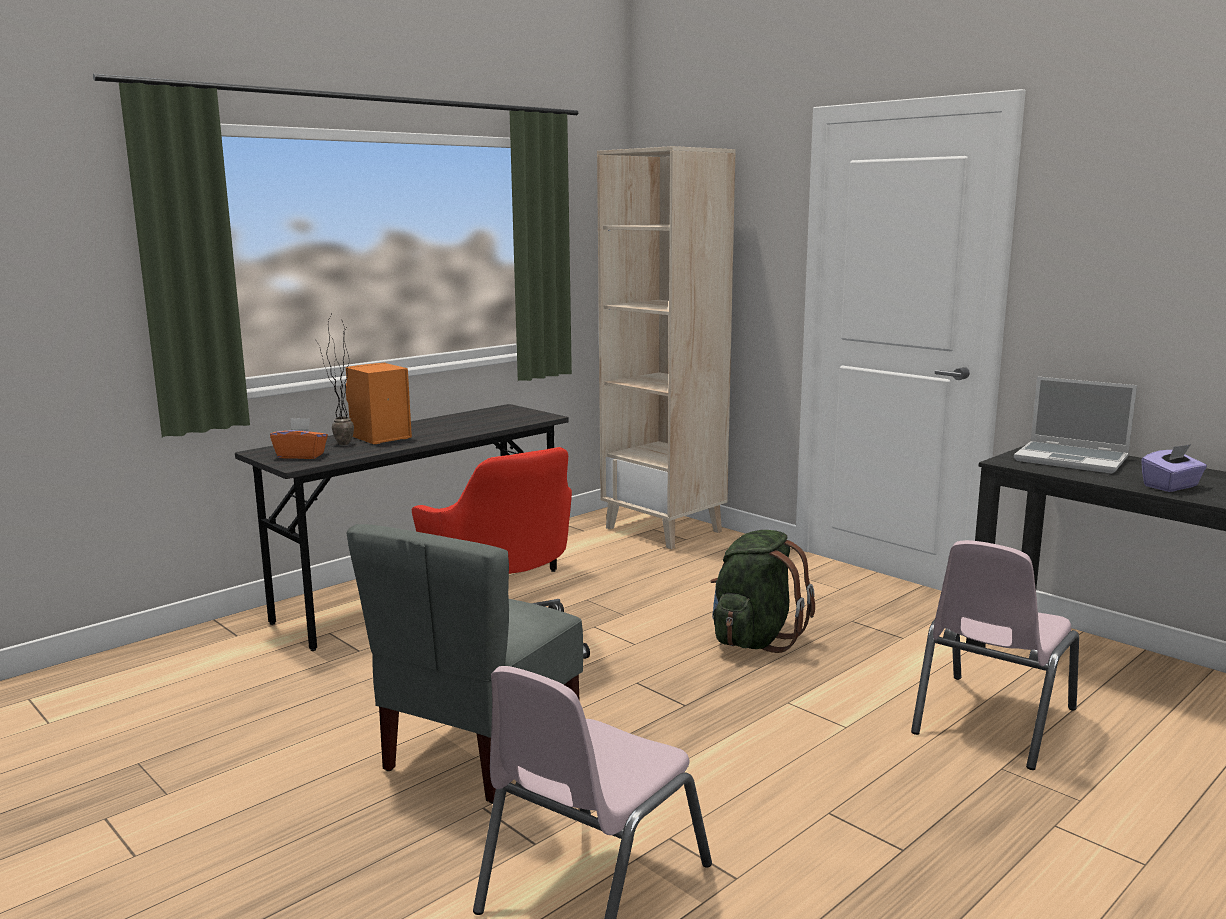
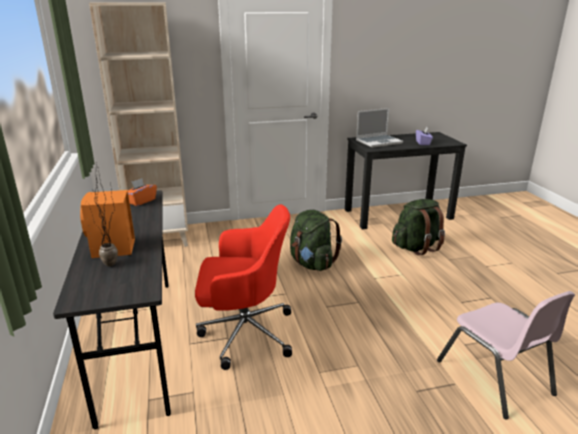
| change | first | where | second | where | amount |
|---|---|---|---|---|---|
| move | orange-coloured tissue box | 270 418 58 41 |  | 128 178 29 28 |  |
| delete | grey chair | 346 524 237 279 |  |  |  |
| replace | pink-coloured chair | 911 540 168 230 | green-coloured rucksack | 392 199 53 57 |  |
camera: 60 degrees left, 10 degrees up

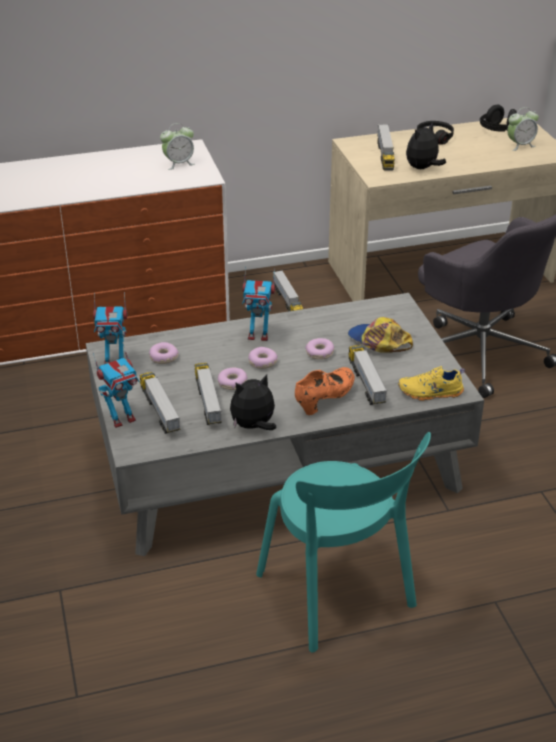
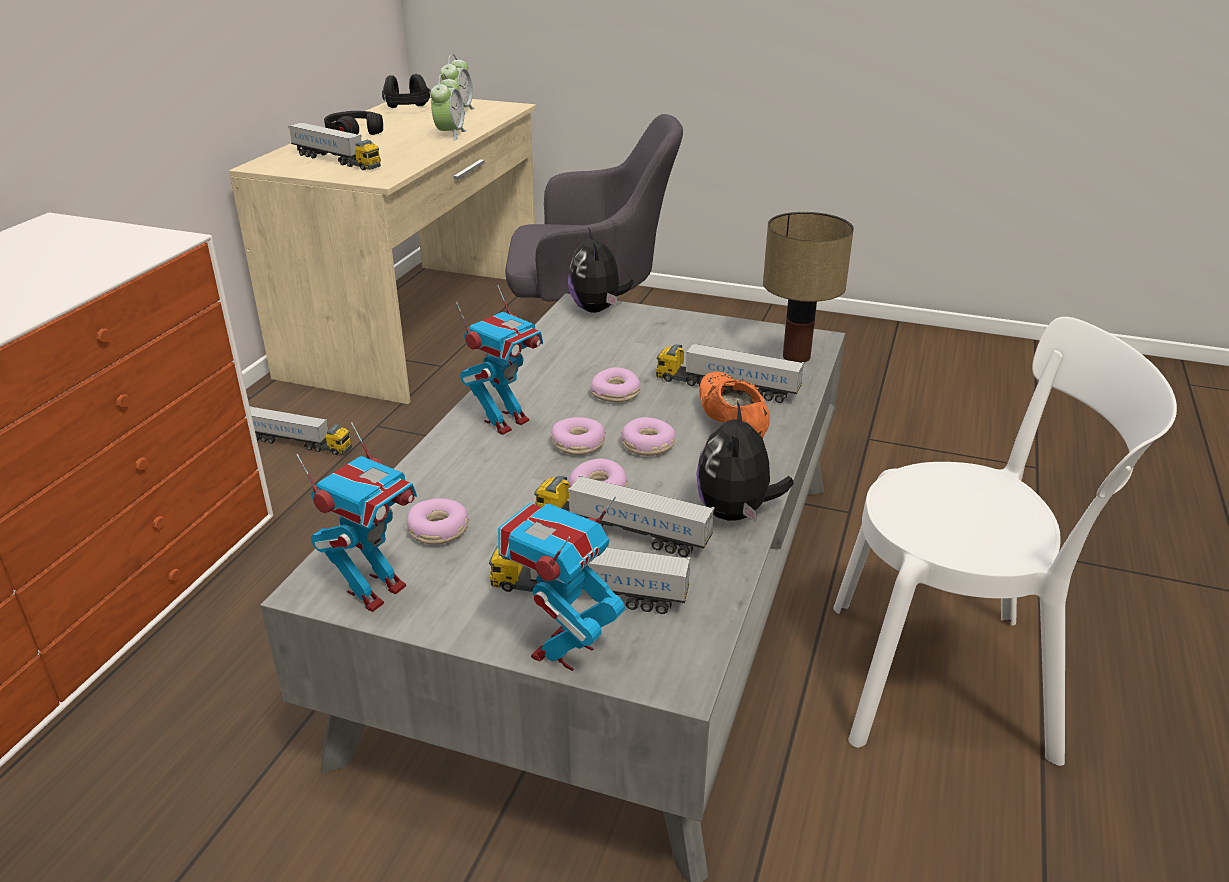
| change | first | where | second | where | amount |
|---|---|---|---|---|---|
| move | cuddly toy | 406 122 40 47 |  | 568 227 65 86 |  |
| move | table clock | 160 123 35 47 |  | 431 73 36 68 |  |
| delete | peaked cap | 348 317 65 36 |  |  |  |
| rotate | robot figure | 93 342 47 86 |  | 498 496 127 175 | 150 degrees counterclockwise |
| replace | yellow shoe | 398 366 67 35 | table lamp | 763 212 91 151 |  |
| recolor | turquoise-coloured chair | 256 432 175 221 | whitish chair | 833 317 344 449 |  |
| insert |  |  | ring doughnut | 622 417 54 39 |  |
camera: 55 degrees left, 5 degrees down

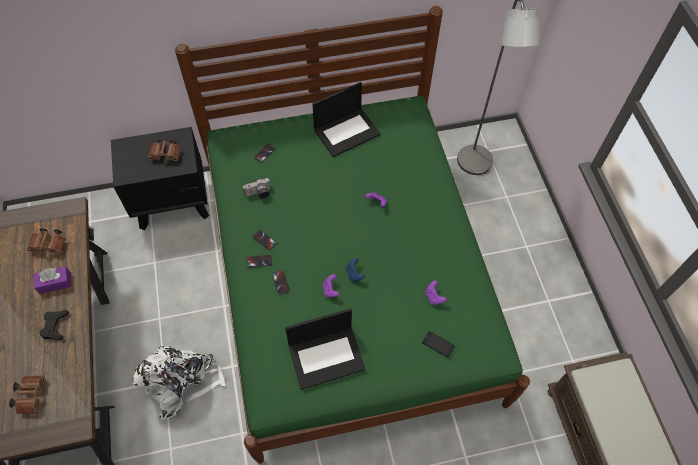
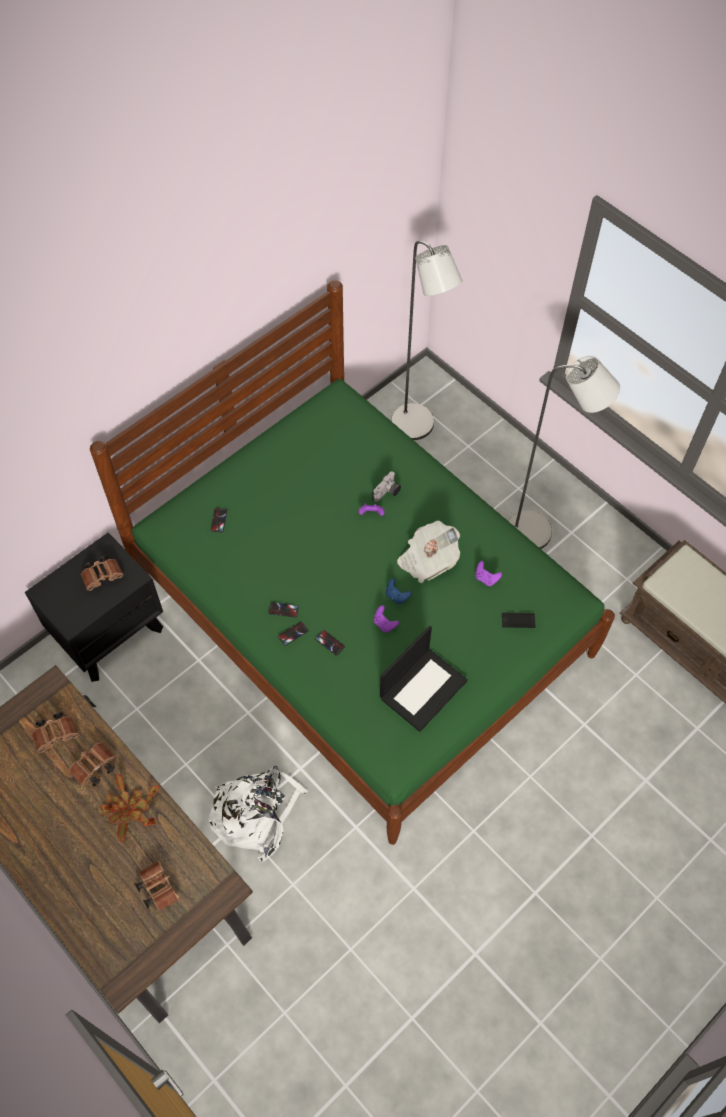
| change | first | where | second | where | amount |
|---|---|---|---|---|---|
| delete | portable computer | 312 82 69 75 |  |  |  |
| move | still camera | 243 178 28 21 |  | 372 471 29 31 |  |
| replace | purple-coloured tissue box | 33 266 39 28 | brown-coloured pair of binoculars | 69 742 46 45 |  |
| replace | black-coloured joypad | 39 310 30 31 | plant in a pot | 101 774 59 68 |  |
| insert |  |  | grey standing lamp | 509 356 111 193 |  |
| insert |  |  | daily paper | 397 521 63 62 |  |
camera: 30 degrees left, 0 degrees up

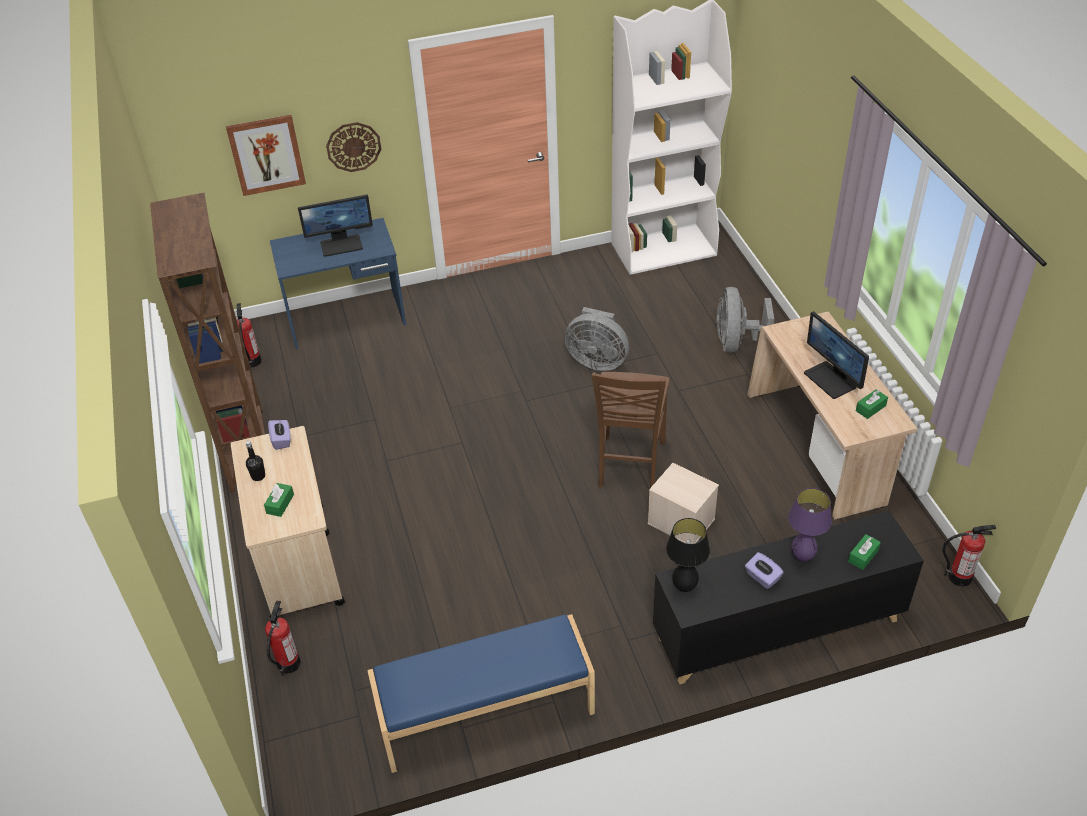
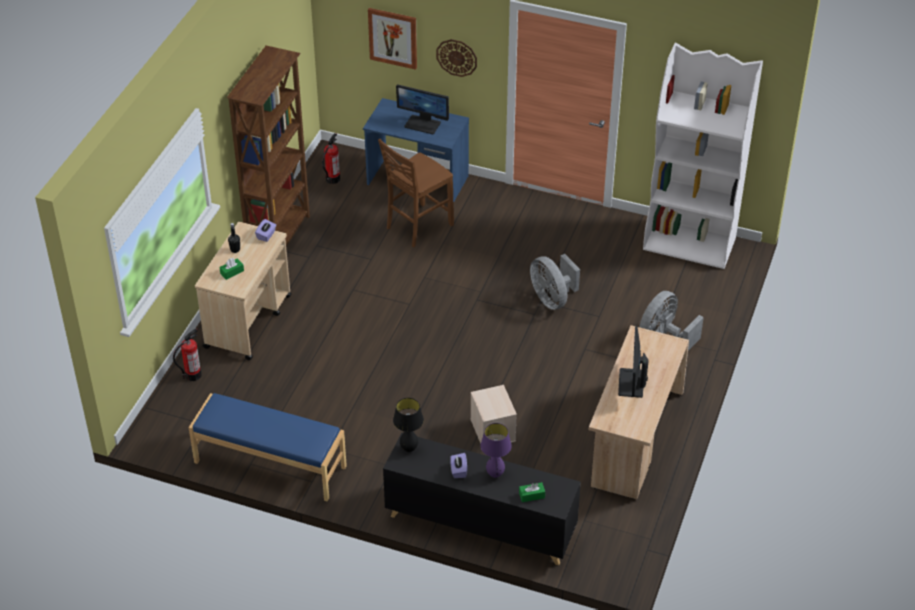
| change | first | where | second | where | amount |
|---|---|---|---|---|---|
| move | brown-coloured chair | 592 372 77 116 |  | 378 139 76 108 |  |
| delete | green-coloured tissue box | 856 389 32 30 |  |  |  |
| delete | extinguisher | 942 525 54 62 |  |  |  |
camera: 35 degrees right, 0 degrees up

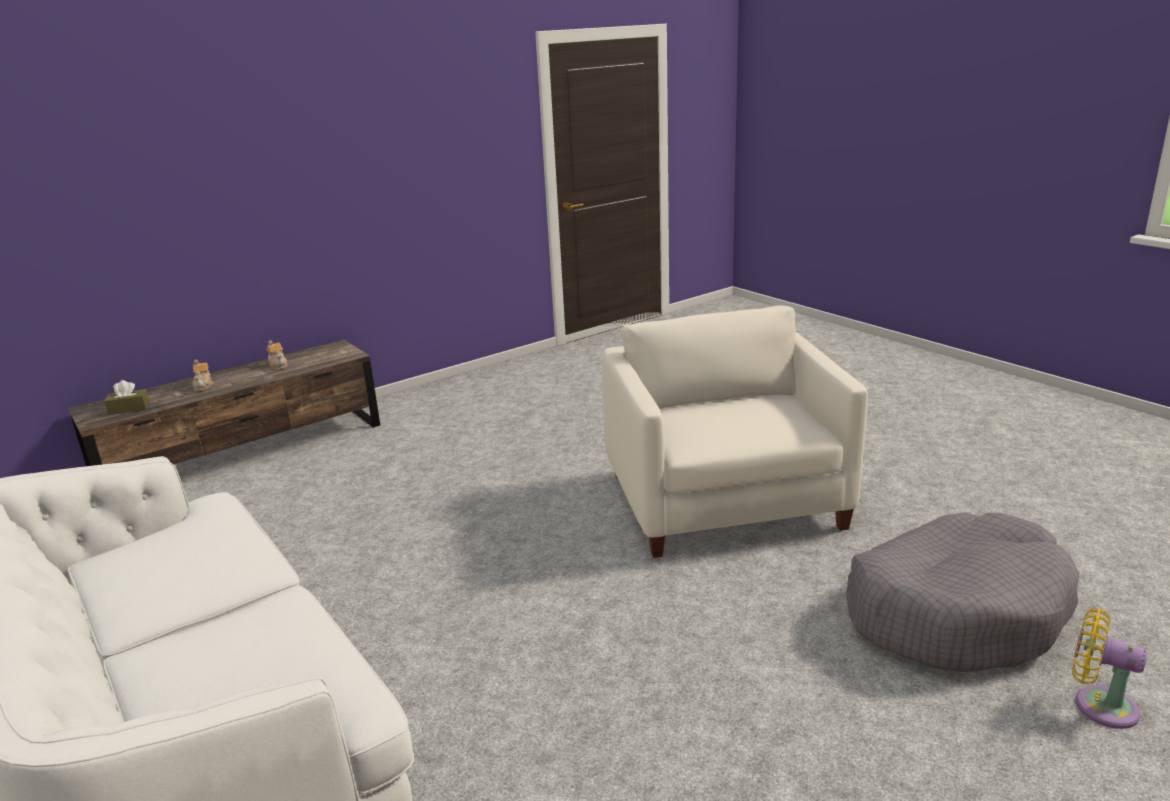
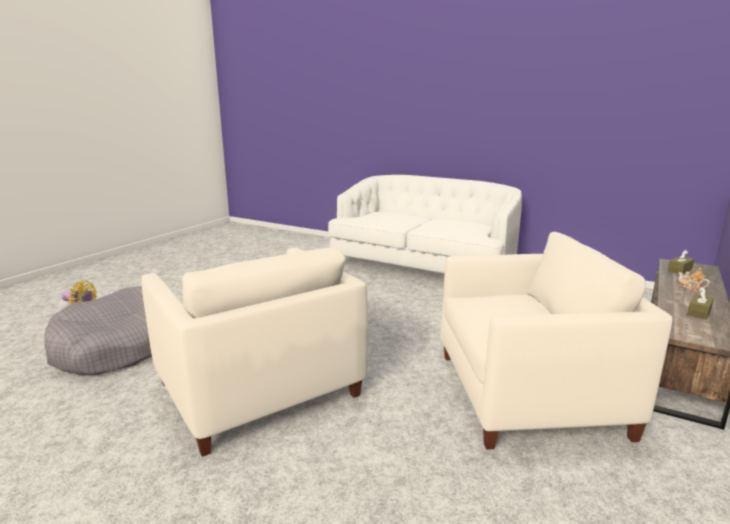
| change | first | where | second | where | amount |
|---|---|---|---|---|---|
| replace | teapot | 266 340 21 30 | brown-coloured tissue box | 687 287 27 33 |  |
| insert |  |  | whitish armchair | 441 232 232 218 |  |
camera: 155 degrees right, 5 degrees down

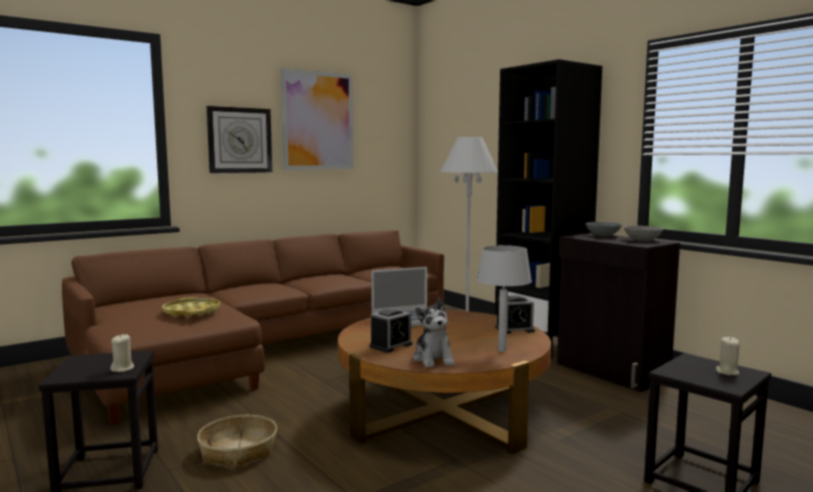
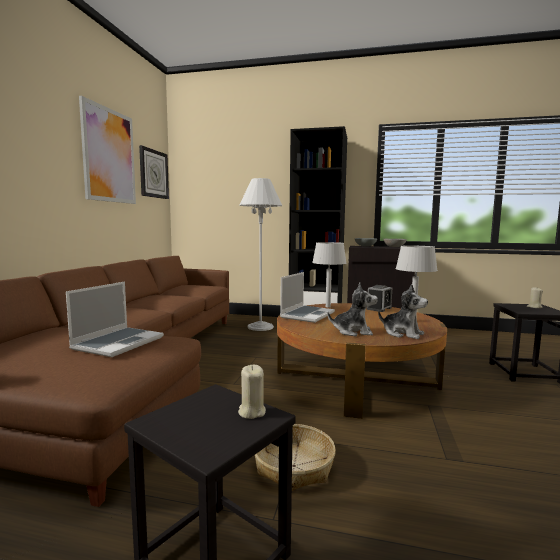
| change | first | where | second | where | amount |
|---|---|---|---|---|---|
| move | hanging clock | 207 106 65 67 |  | 139 145 30 54 |  |
| replace | yellow tray | 162 297 58 20 | portable computer | 66 282 98 75 |  |
| replace | table clock | 370 308 42 45 | cuddly toy | 327 283 51 53 |  |
| insert |  |  | grey table lamp | 312 242 34 65 |  |
camera: 40 degrees left, 0 degrees up

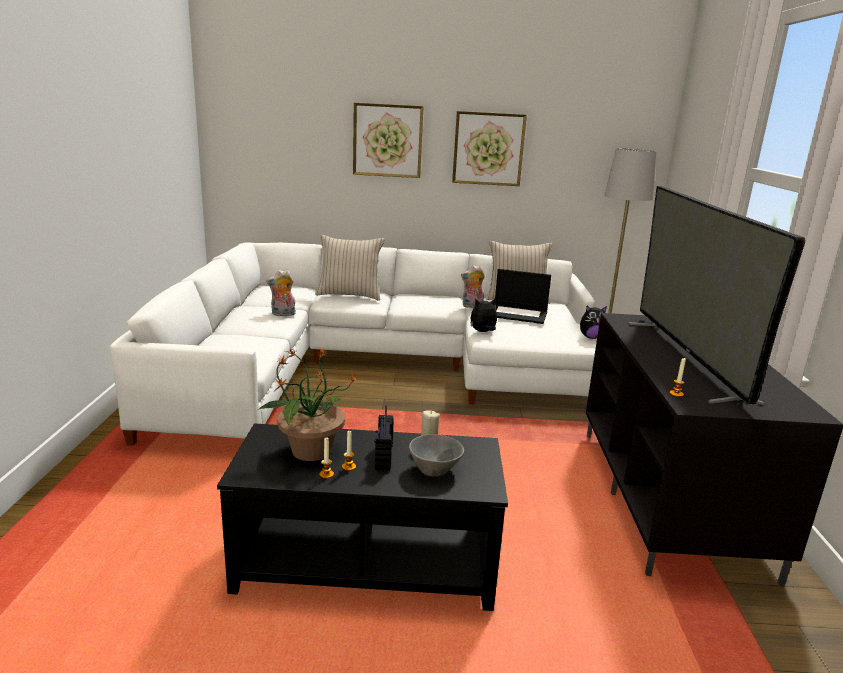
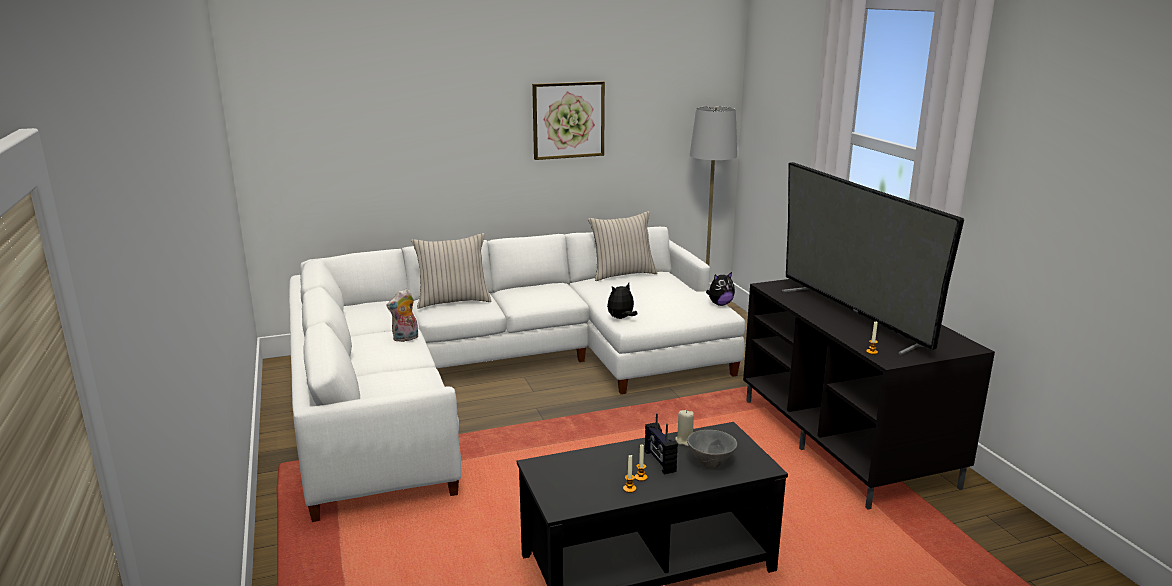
| change | first | where | second | where | amount |
|---|---|---|---|---|---|
| delete | picture | 353 103 71 75 |  |  |  |
| delete | cuddly toy | 461 265 24 43 |  |  |  |
| delete | portable computer | 494 269 57 55 |  |  |  |
| delete | plant in a pot | 258 347 98 114 |  |  |  |
camera: 20 degrees left, 0 degrees up

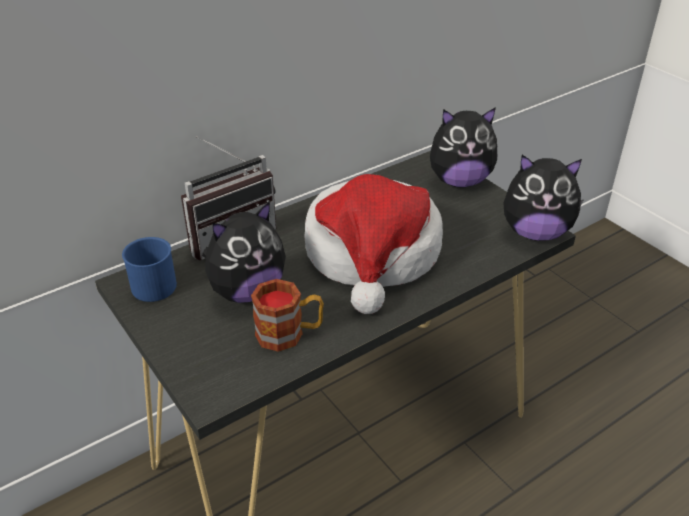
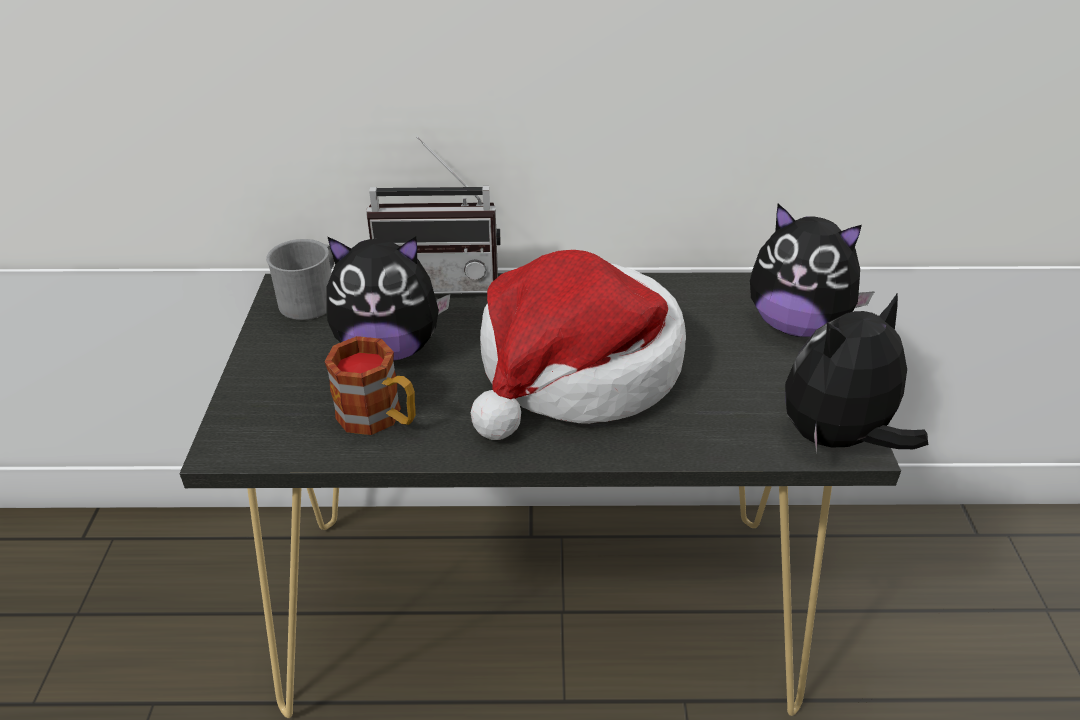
| change | first | where | second | where | amount |
|---|---|---|---|---|---|
| rotate | cuddly toy | 503 155 81 86 |  | 785 293 143 161 | 105 degrees clockwise |
| recolor | bluish coffee mug | 122 237 55 65 | grey coffee mug | 266 239 68 81 |  |
camera: 35 degrees right, 0 degrees up

